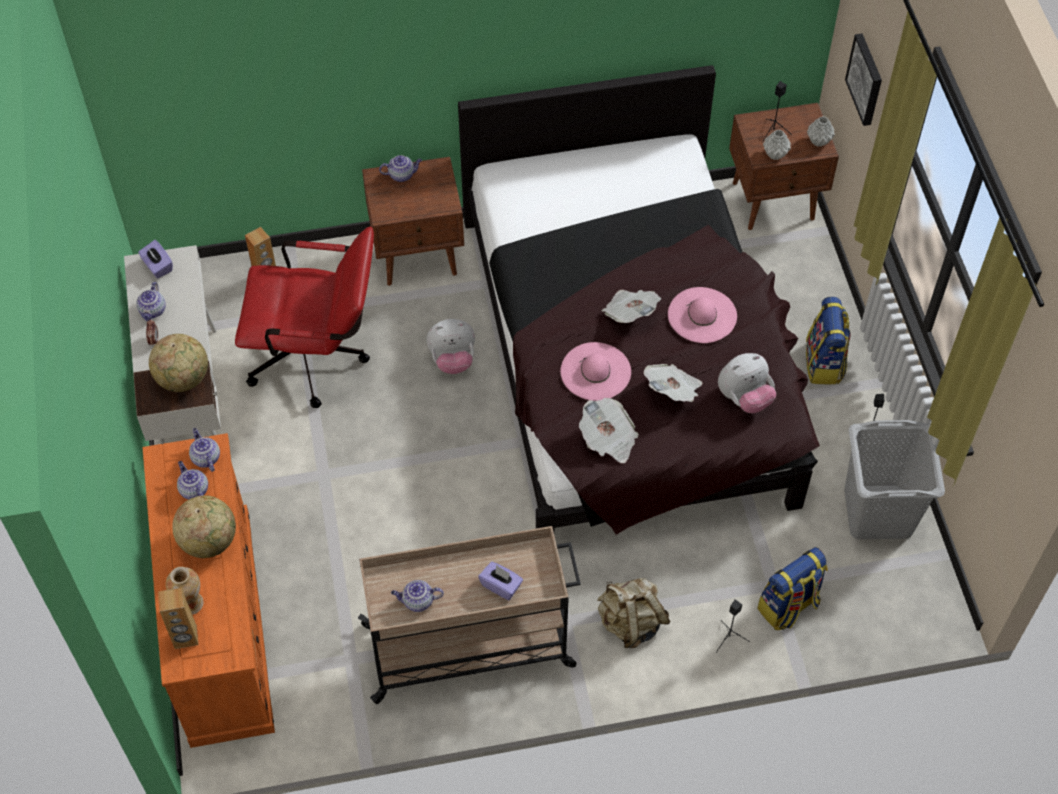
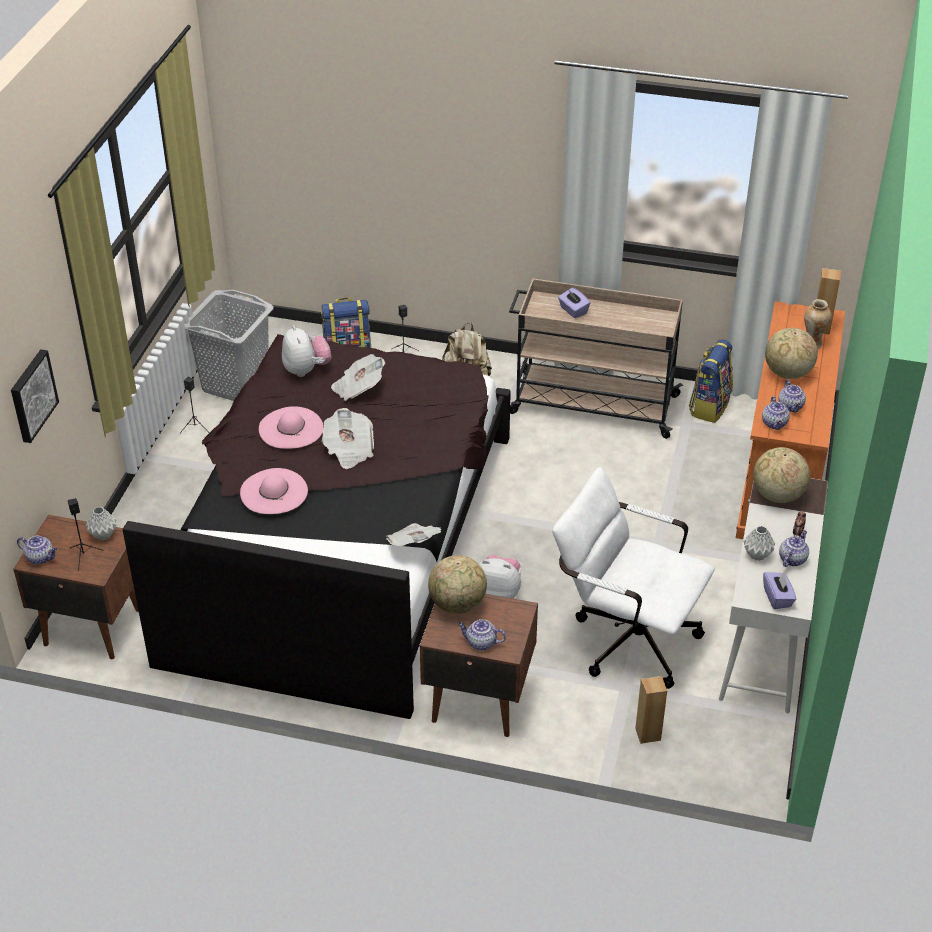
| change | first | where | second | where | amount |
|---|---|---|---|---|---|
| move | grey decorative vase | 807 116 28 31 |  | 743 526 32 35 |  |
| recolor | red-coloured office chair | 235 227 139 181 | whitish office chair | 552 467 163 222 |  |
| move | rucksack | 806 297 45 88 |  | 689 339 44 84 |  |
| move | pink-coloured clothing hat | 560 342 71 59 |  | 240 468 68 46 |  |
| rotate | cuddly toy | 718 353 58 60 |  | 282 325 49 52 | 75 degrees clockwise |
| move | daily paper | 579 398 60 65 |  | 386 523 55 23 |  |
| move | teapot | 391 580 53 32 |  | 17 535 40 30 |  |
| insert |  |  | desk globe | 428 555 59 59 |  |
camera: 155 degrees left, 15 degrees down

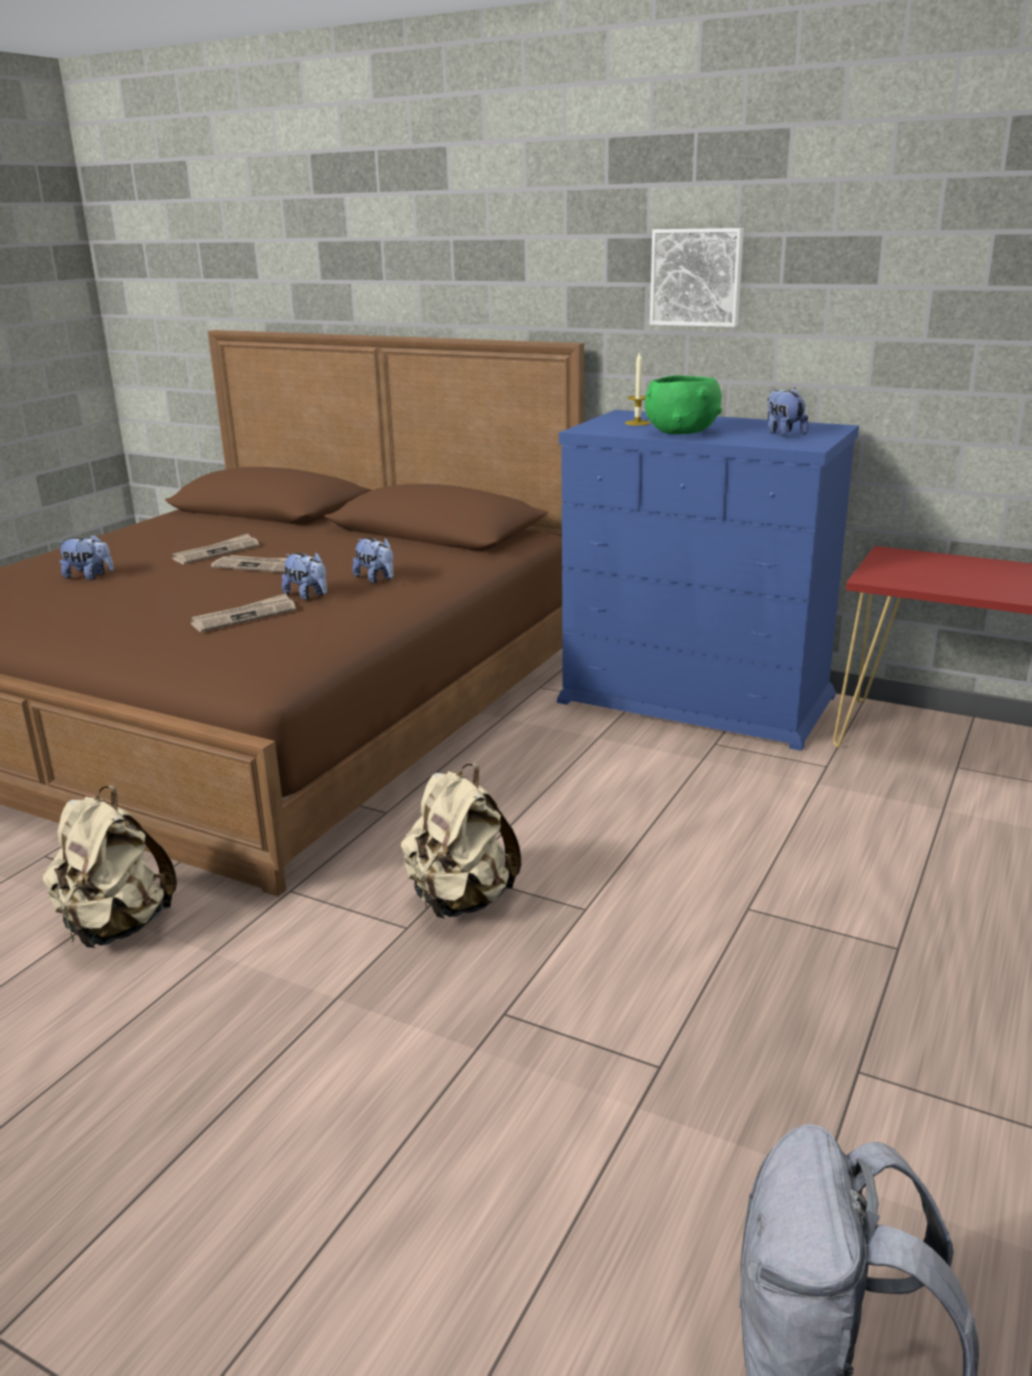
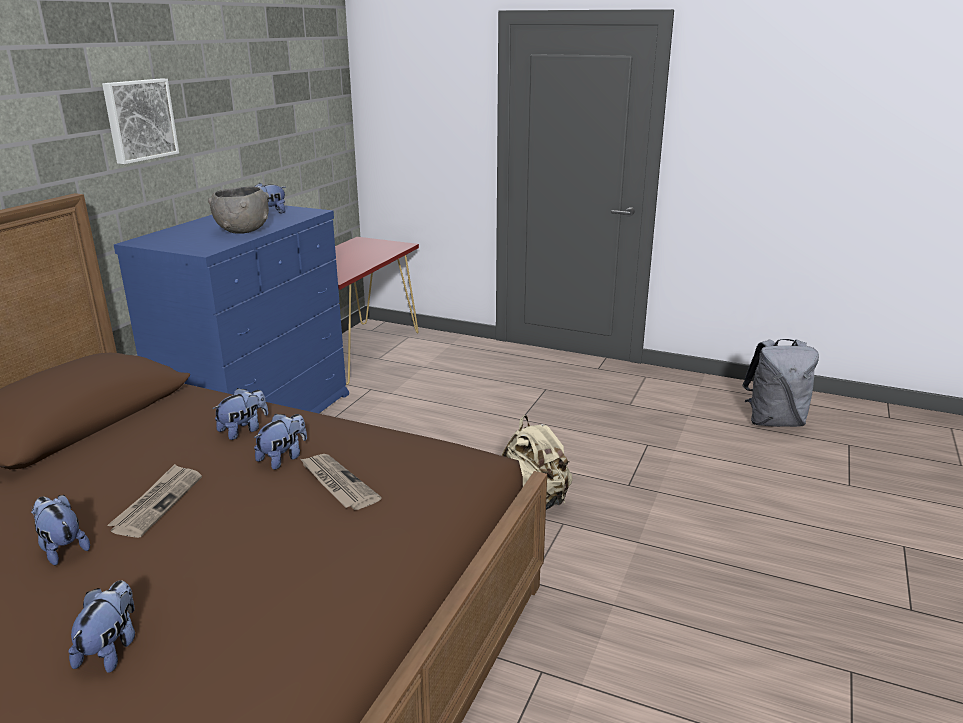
| change | first | where | second | where | amount |
|---|---|---|---|---|---|
| delete | candle | 625 351 26 75 |  |  |  |
| recolor | green-coloured serving bowl | 645 375 77 59 | grey serving bowl | 208 186 61 48 |  |
| replace | daily paper | 172 534 87 30 | cuddly toy | 31 495 59 71 |  |
| delete | beige rucksack | 43 786 134 162 |  |  |  |
camera: 95 degrees left, 0 degrees up

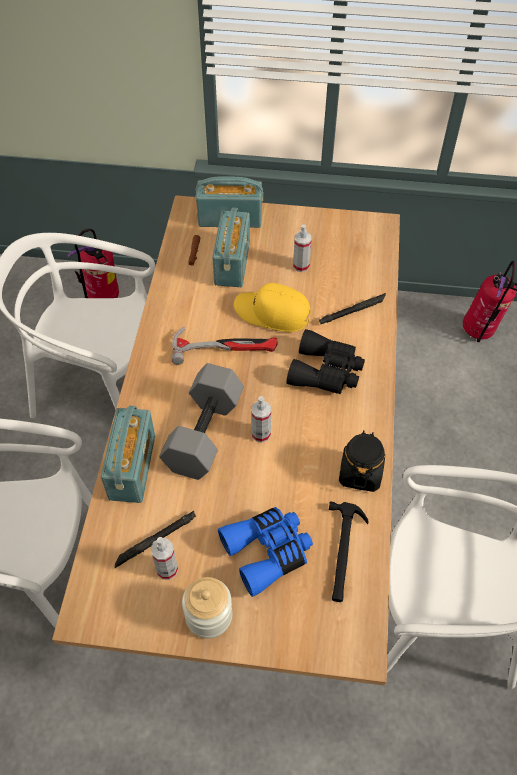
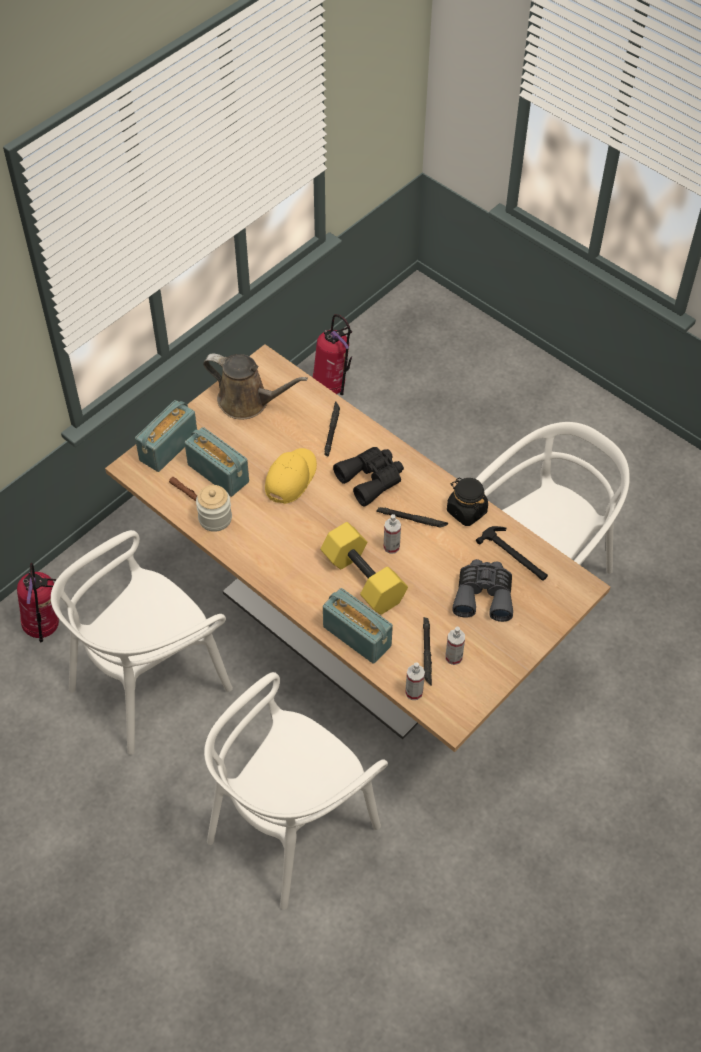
| change | first | where | second | where | amount |
|---|---|---|---|---|---|
| move | spray bottle | 293 224 19 48 |  | 405 662 20 38 |  |
| rotate | yellow peaked cap | 234 283 77 49 |  | 265 448 52 56 | 150 degrees clockwise |
| delete | hand hammer | 172 326 106 39 |  |  |  |
| recolor | grey free weight | 159 363 85 117 | yellow free weight | 320 522 88 93 |  |
| recolor | bluish pair of binoculars | 218 507 95 90 | grey pair of binoculars | 452 559 61 63 |  |
| move | jar | 182 577 50 62 |  | 196 485 36 47 |  |
| insert |  |  | brown-coloured sprinkling can | 203 354 105 66 |  |
| insert |  |  | black-coloured hand torch | 376 507 72 20 |  |
camera: 55 degrees left, 0 degrees up

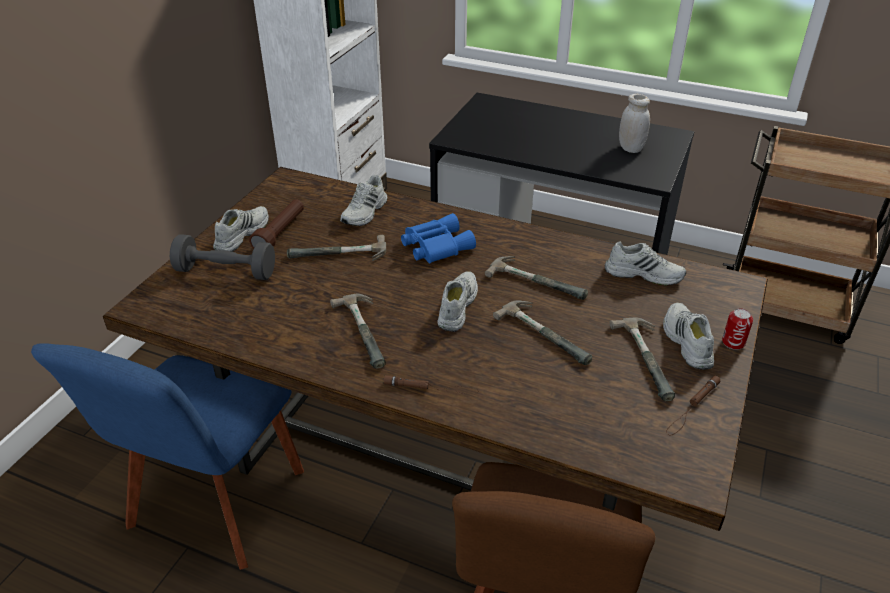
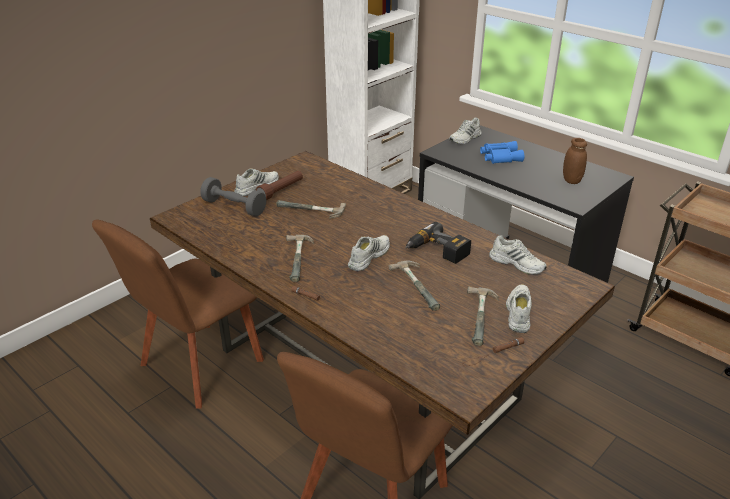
| change | first | where | second | where | amount |
|---|---|---|---|---|---|
| recolor | whitish jar | 619 94 31 59 | brown-coloured jar | 563 138 24 46 |  |
| move | whitish shoe | 340 175 47 51 |  | 449 117 33 27 |  |
| move | bluish pair of binoculars | 401 213 75 51 |  | 480 141 44 23 |  |
| replace | hand hammer | 485 256 103 44 | electric drill | 405 222 66 42 |  |
| delete | metal can | 722 308 31 42 |  |  |  |
| recolor | bluish chair | 31 343 273 227 | brown-coloured chair | 92 219 172 190 |  |
camera: 20 degrees right, 5 degrees down

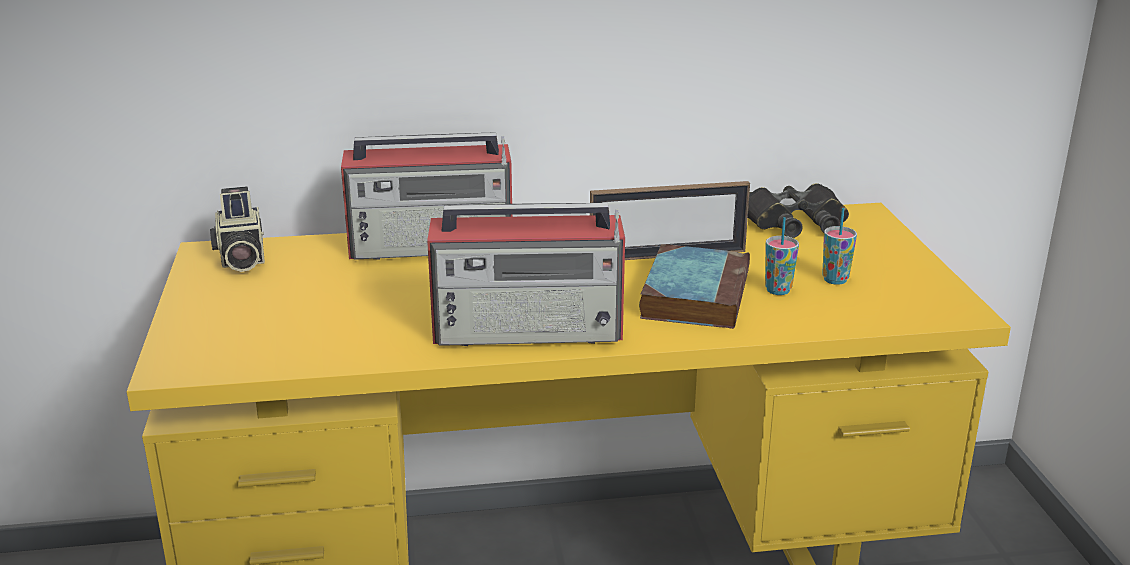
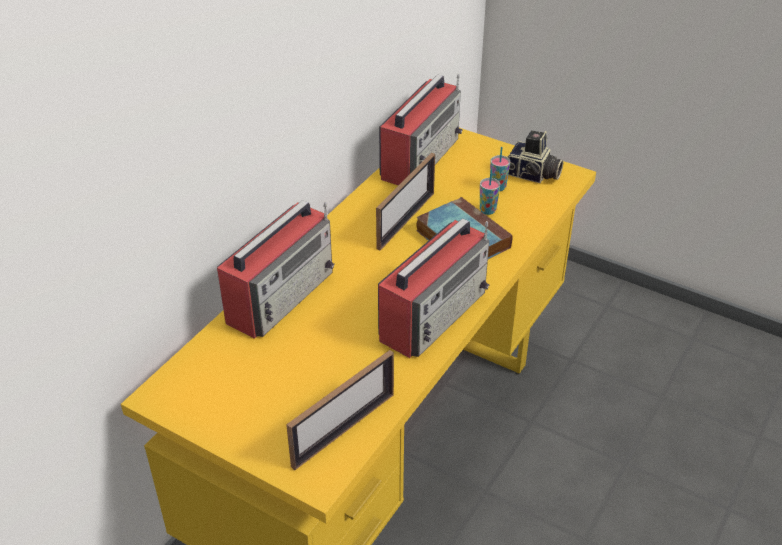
| change | first | where | second | where | amount |
|---|---|---|---|---|---|
| replace | black-coloured pair of binoculars | 748 183 101 55 | radio | 379 74 84 111 |  |
| move | still camera | 210 186 55 86 |  | 508 131 55 52 |  |
| insert |  |  | photo frame | 286 350 108 120 |  |
camera: 50 degrees left, 15 degrees up

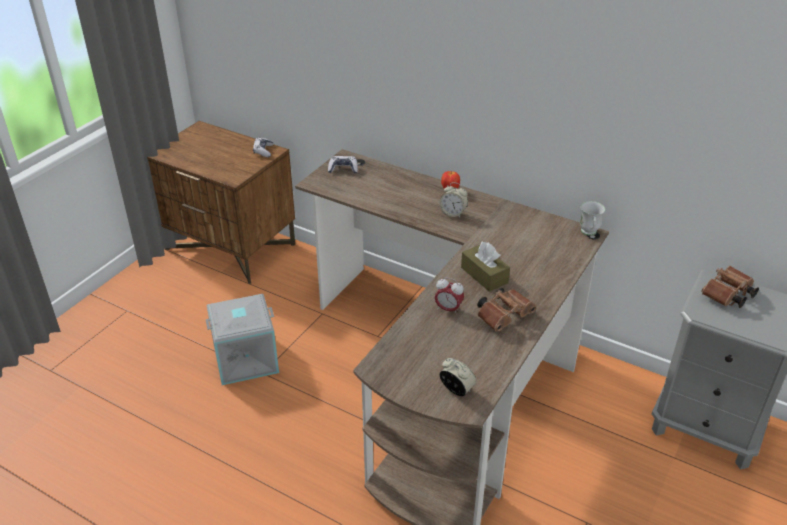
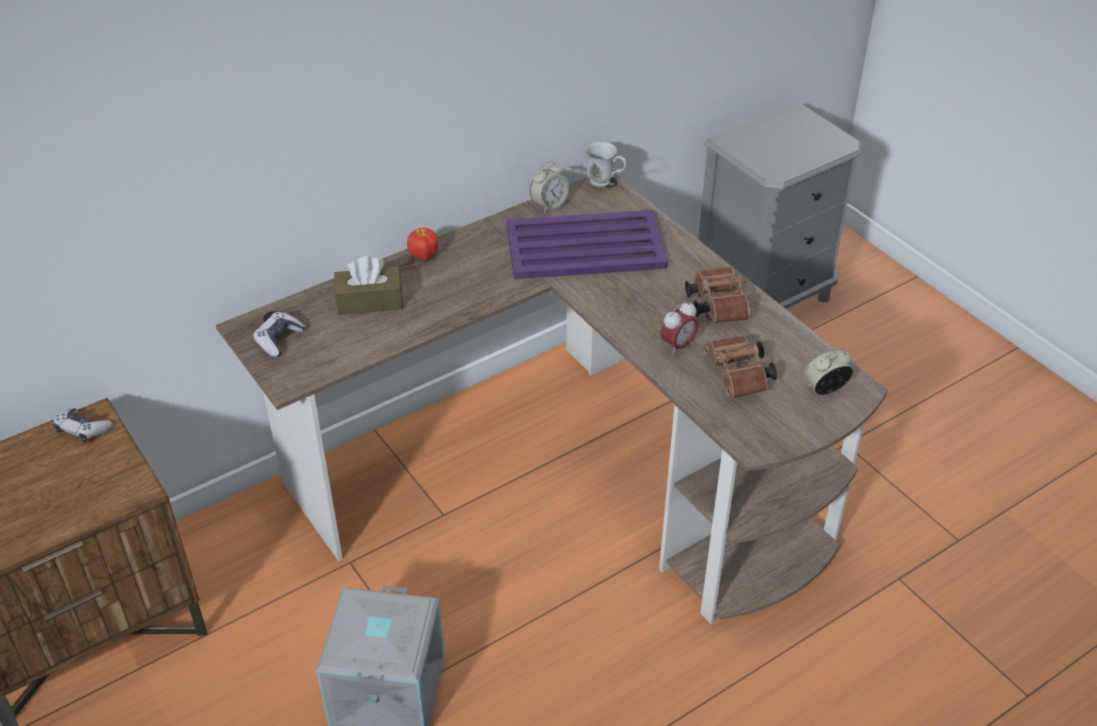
| change | first | where | second | where | amount |
|---|---|---|---|---|---|
| move | table clock | 439 183 29 35 |  | 530 161 39 52 |  |
| move | brown-coloured tissue box | 461 242 49 50 |  | 334 256 69 59 |  |
| move | brown-coloured pair of binoculars | 701 266 58 42 |  | 703 336 74 63 |  |
| insert |  |  | purple-coloured tray | 506 210 162 69 |  |
camera: 65 degrees left, 5 degrees up

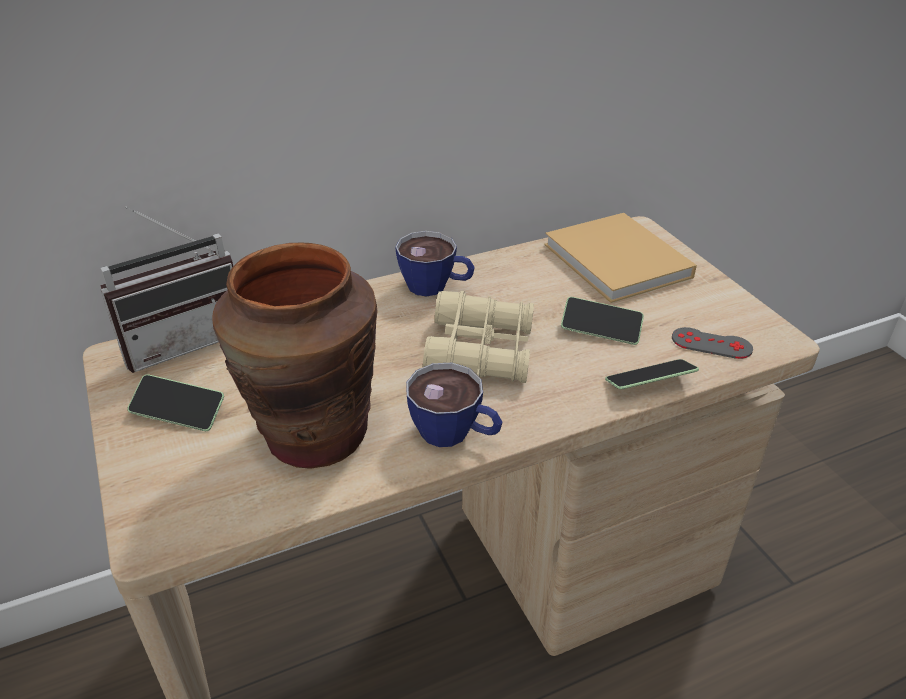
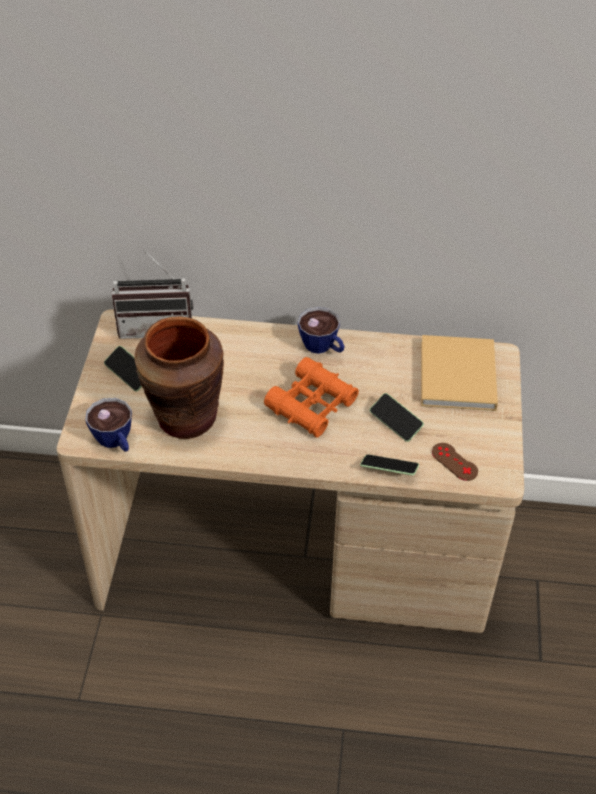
| change | first | where | second | where | amount |
|---|---|---|---|---|---|
| recolor | beige pair of binoculars | 423 290 111 93 | orange-coloured pair of binoculars | 264 357 95 81 |  |
| recolor | grey joypad | 672 327 81 32 | brown-coloured joypad | 432 443 46 38 |  |
| move | drinking cup | 406 363 96 84 |  | 85 398 47 54 |  |
camera: 30 degrees right, 10 degrees up

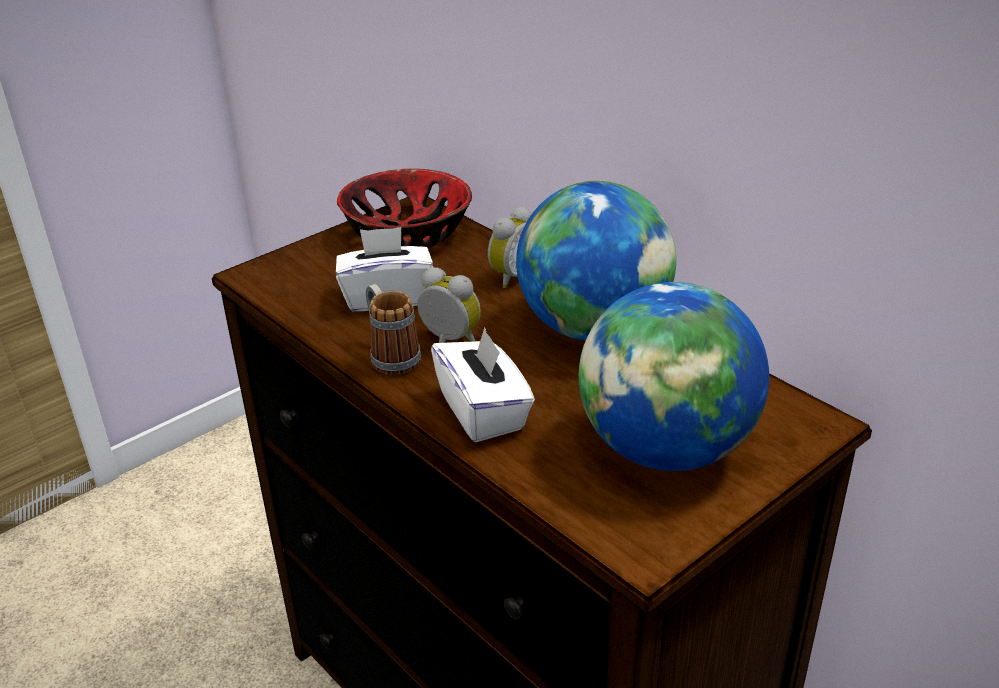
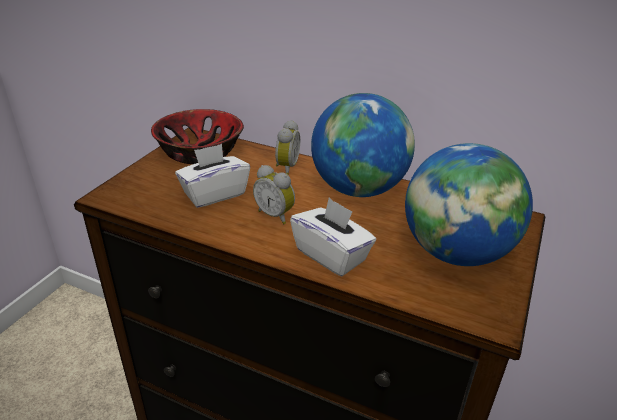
| change | first | where | second | where | amount |
|---|---|---|---|---|---|
| rotate | table clock | 417 267 64 76 |  | 253 165 42 59 | 150 degrees counterclockwise |
| delete | coffee mug | 366 284 55 91 |  |  |  |
camera: 25 degrees left, 0 degrees up

